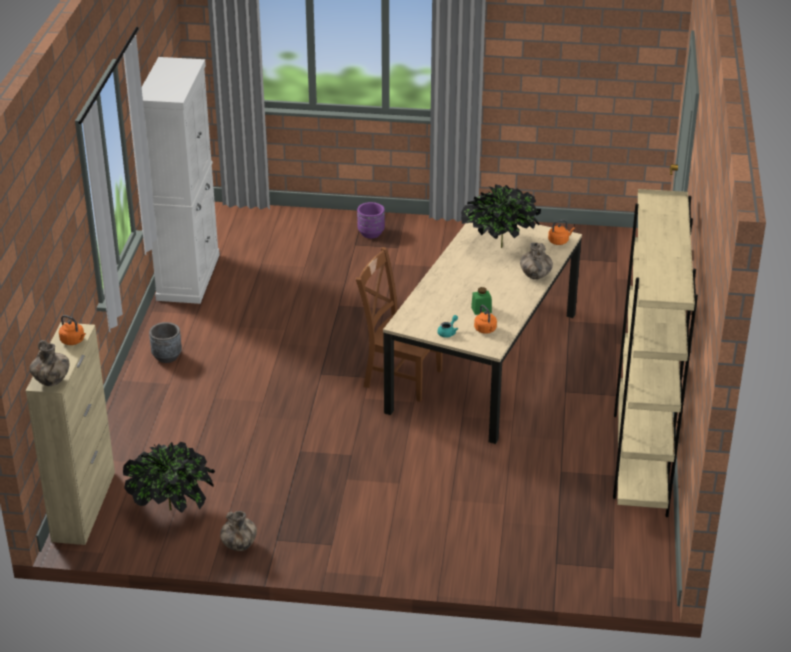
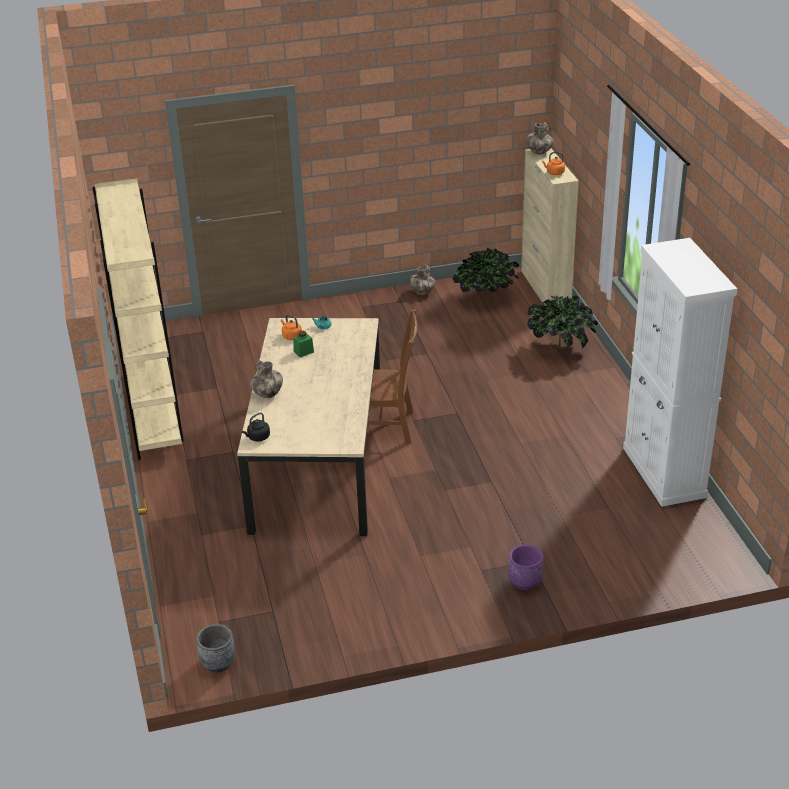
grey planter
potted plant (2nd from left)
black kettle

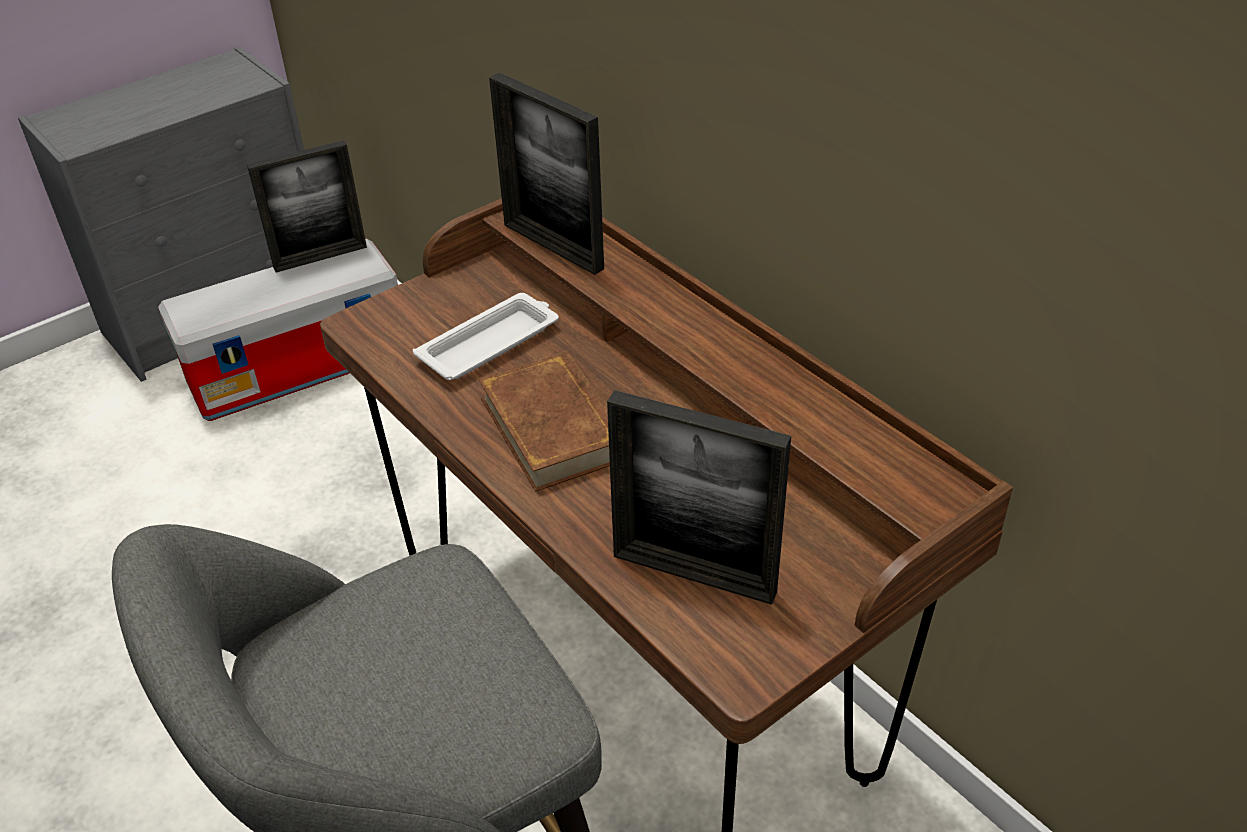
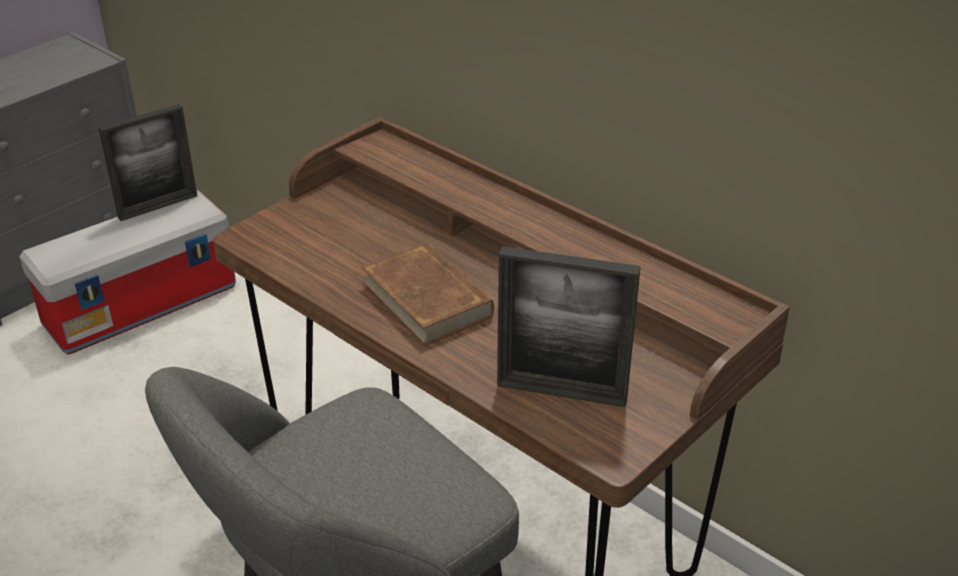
white tray
picture frame (2nd from left in the first image)

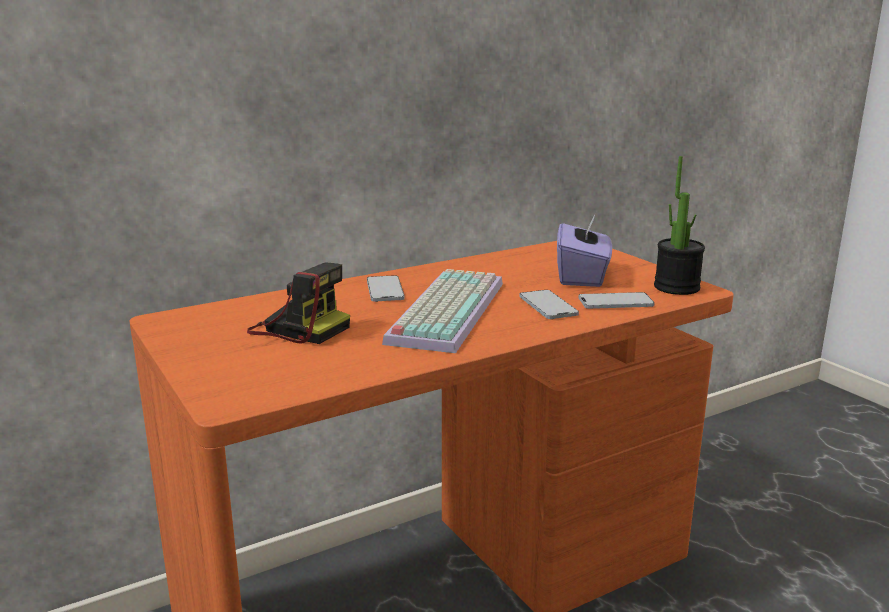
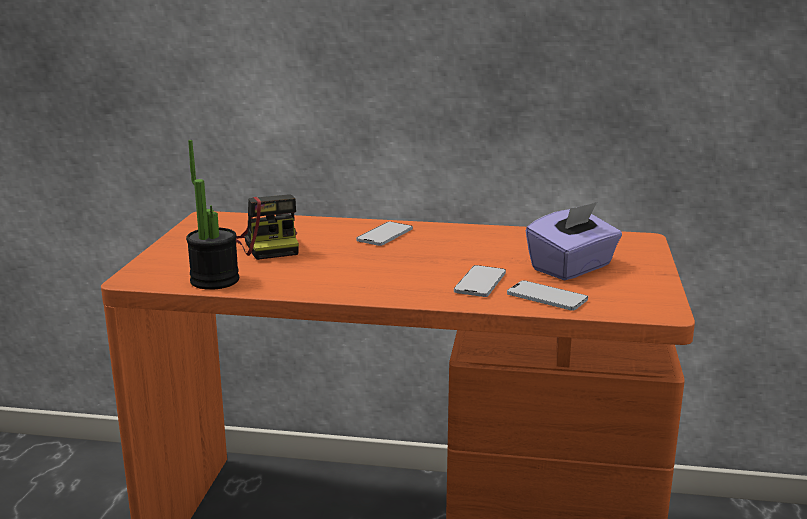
keyboard
potted plant

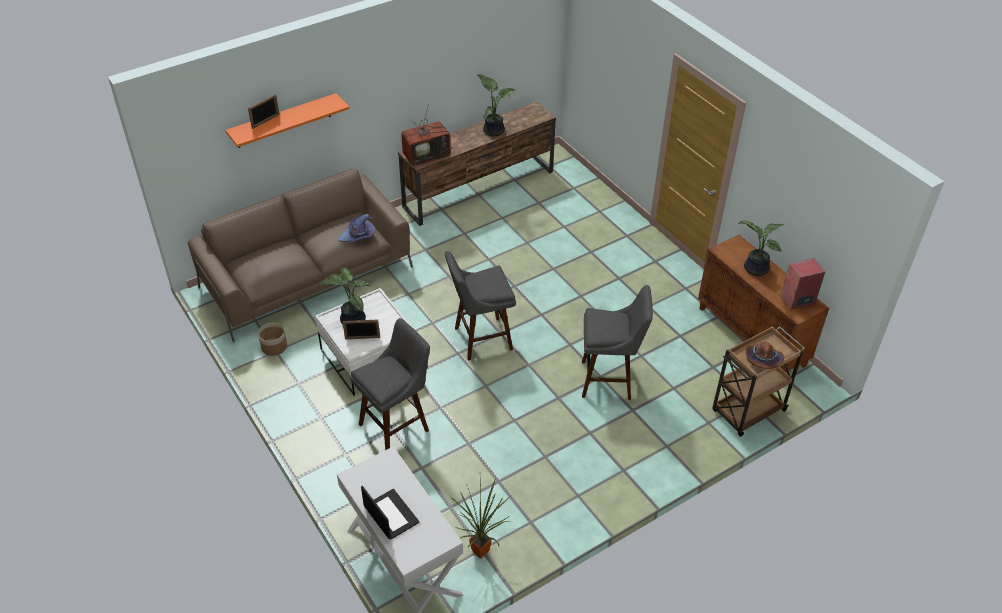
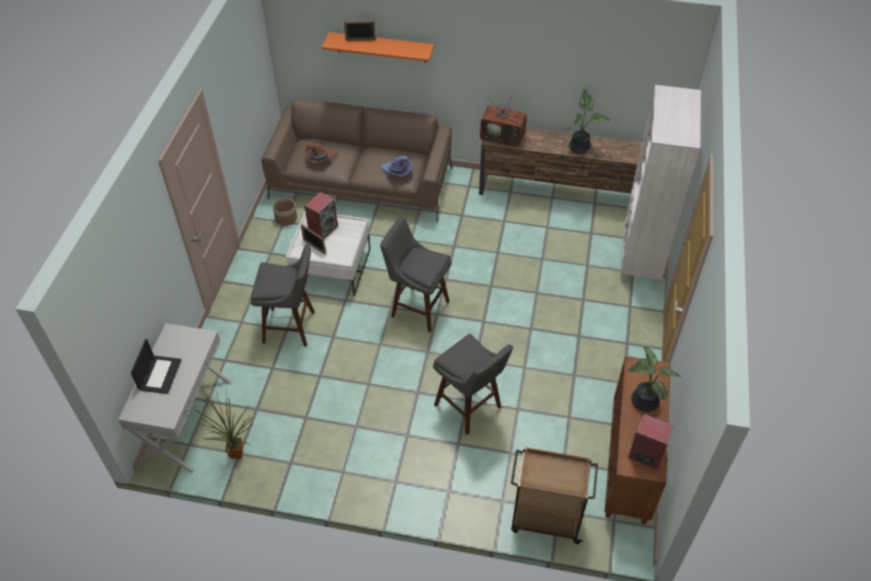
white bookcase
brown hat
speaker (1st from left)

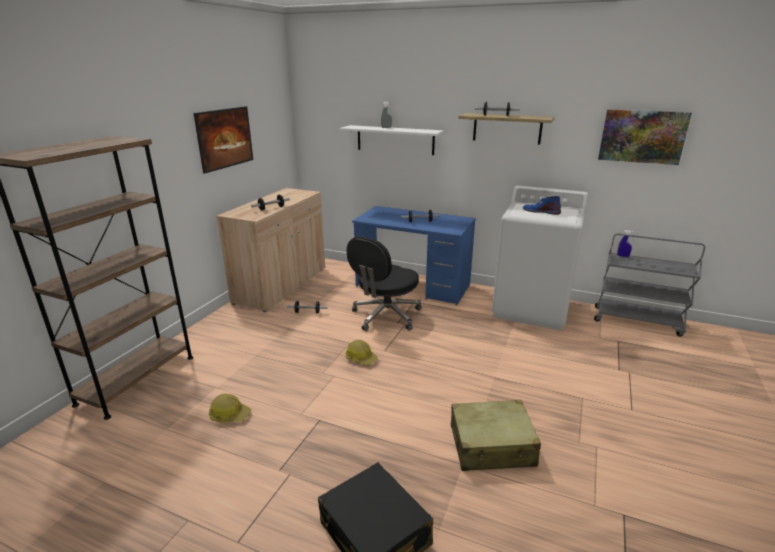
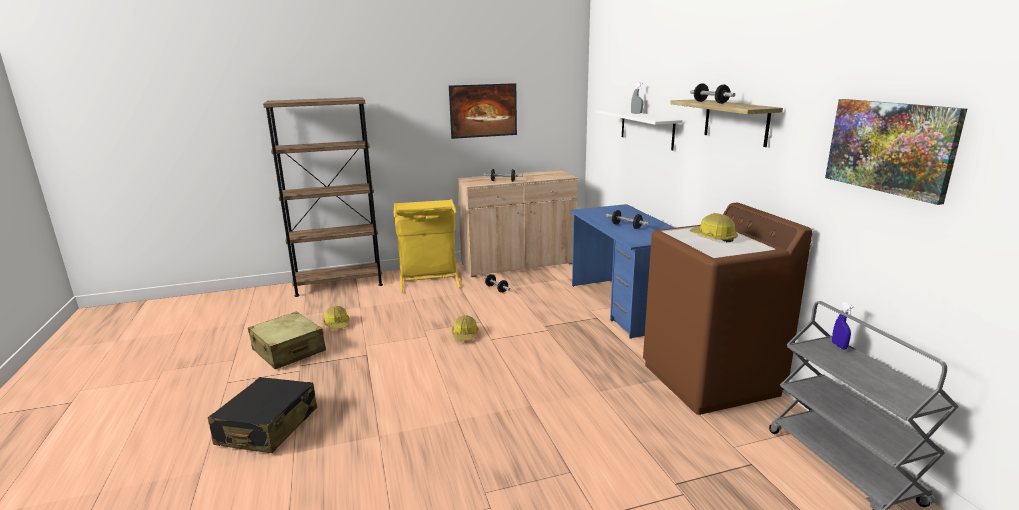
black office chair
yellow laundry basket
beige suitcase
hard hat (3rd from left)
brown washing machine

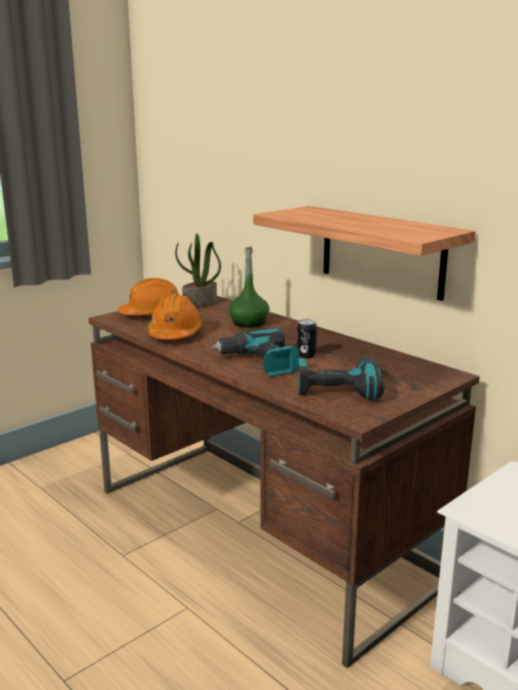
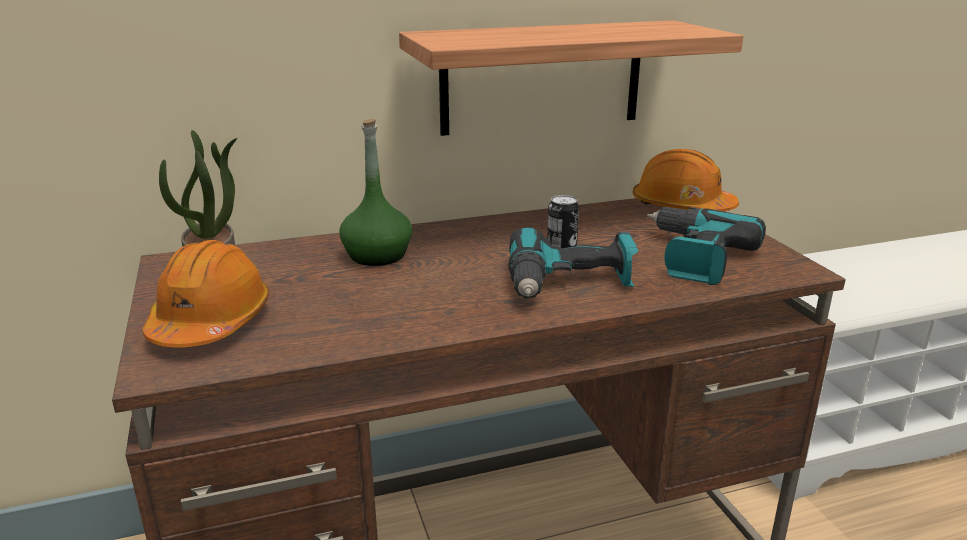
orange hard hat (2nd from left)

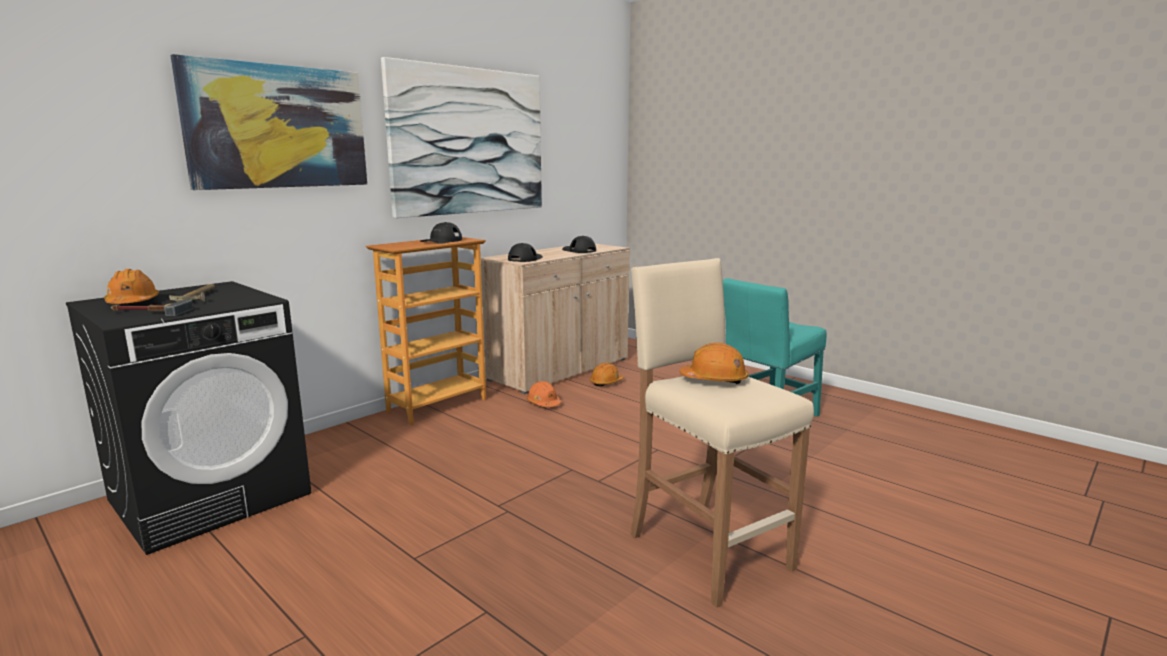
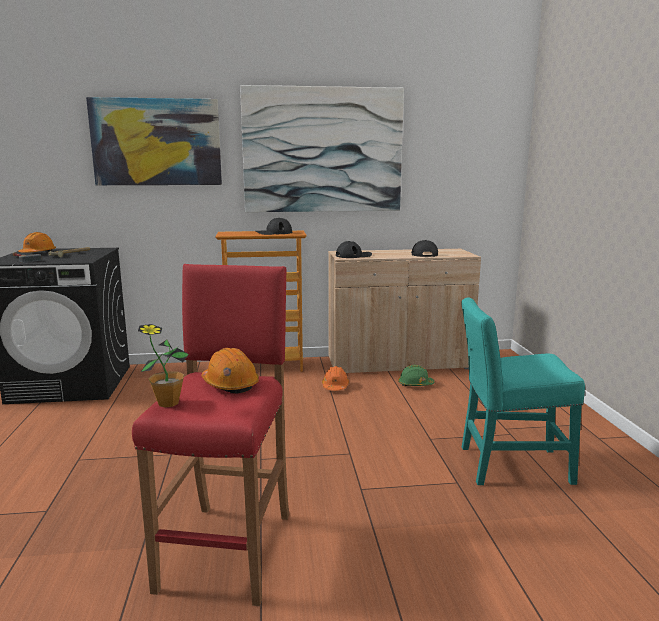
potted plant
green hard hat
red stool

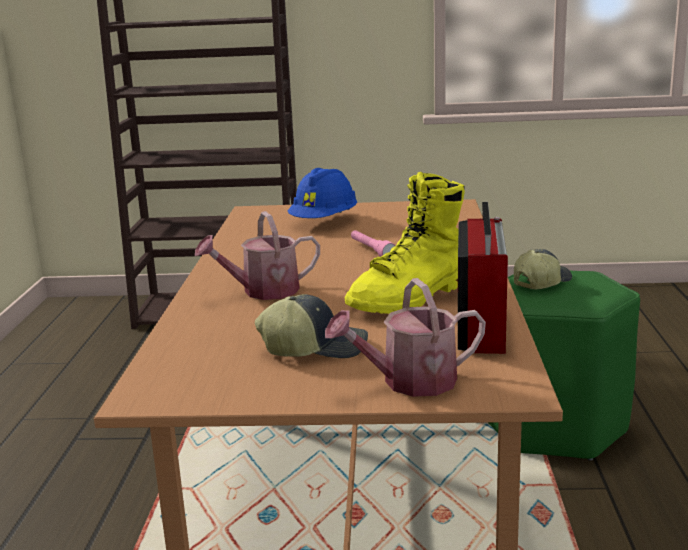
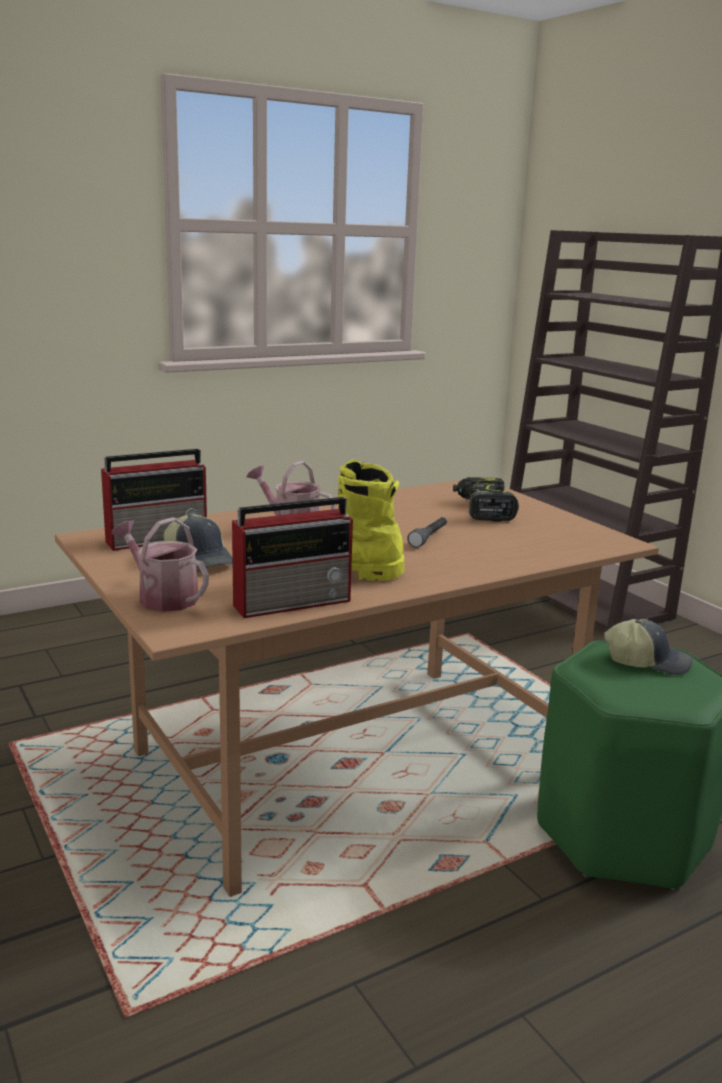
radio (1st from left)
power drill
grey flashlight

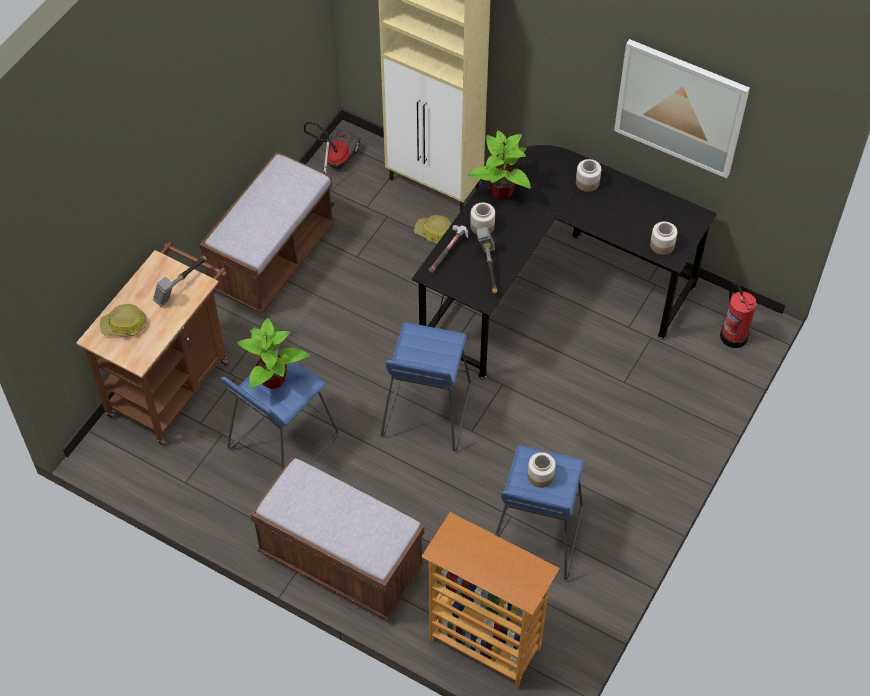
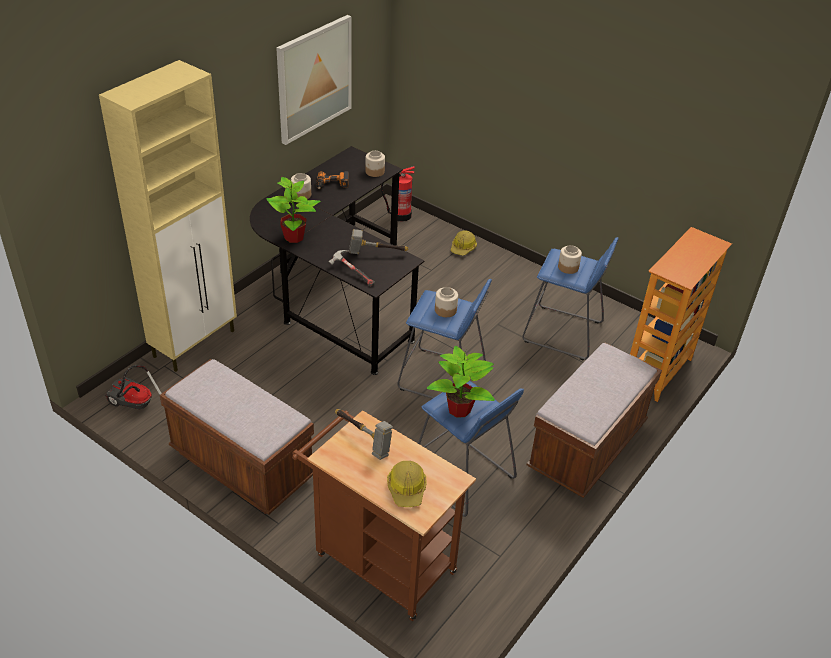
power drill
hard hat (2nd from left)
jar (3rd from left)

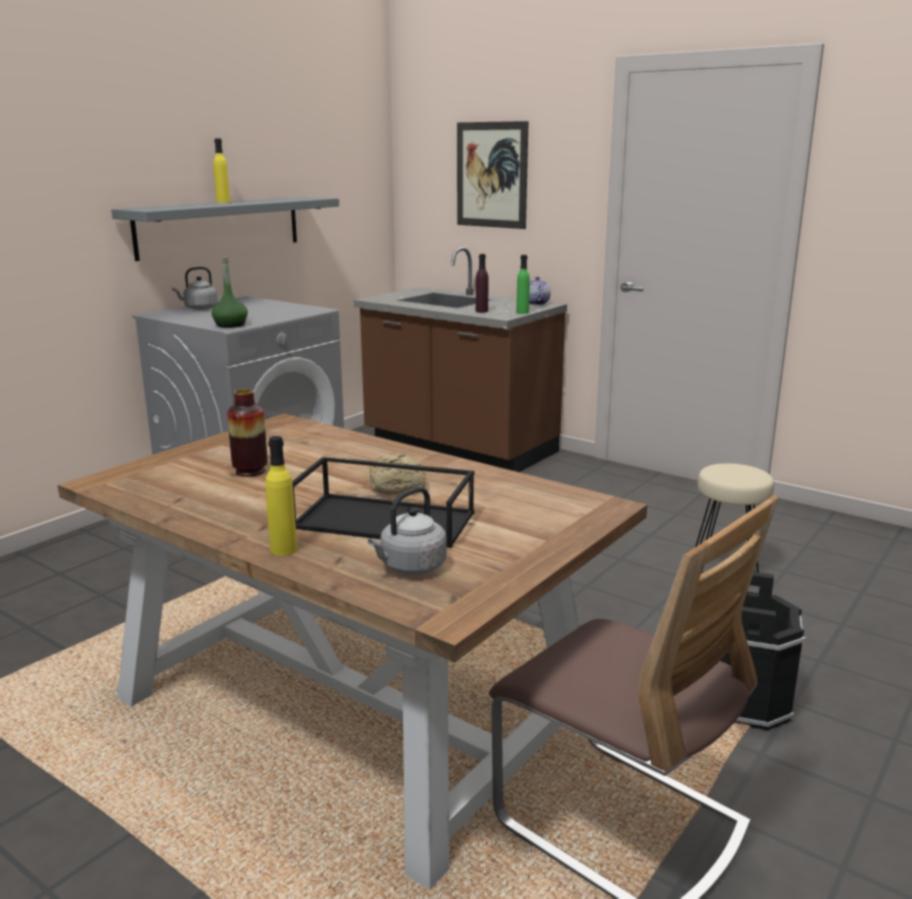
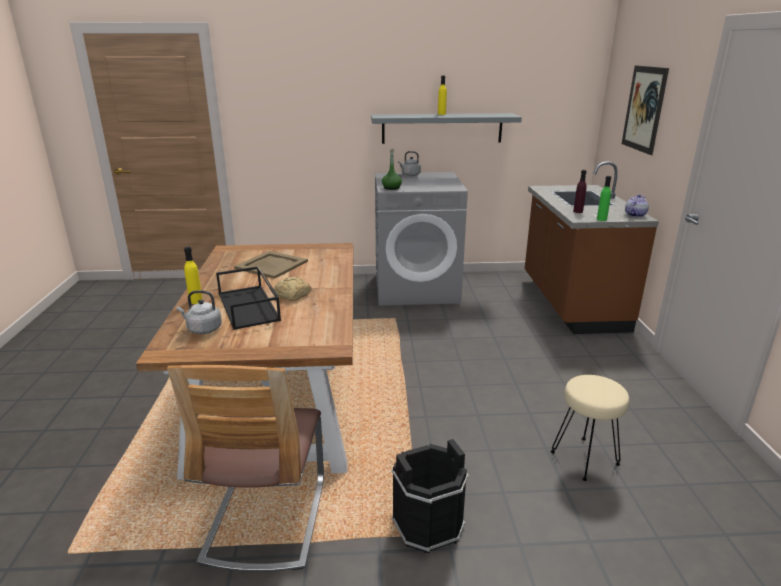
beige tray

